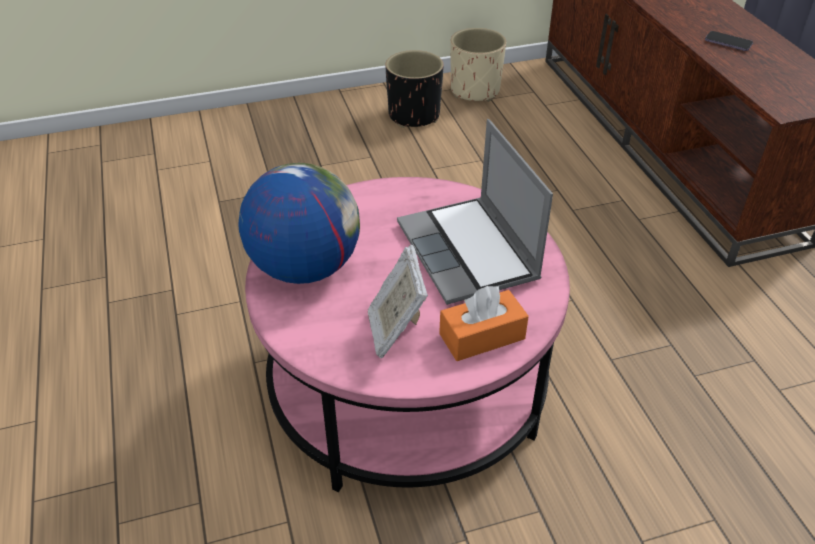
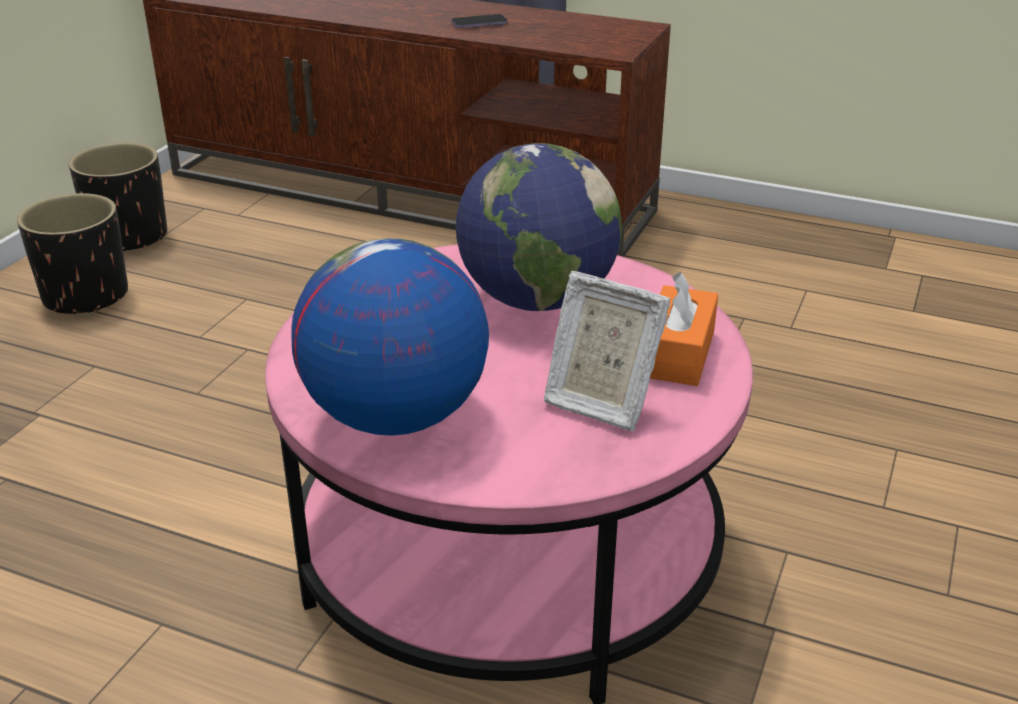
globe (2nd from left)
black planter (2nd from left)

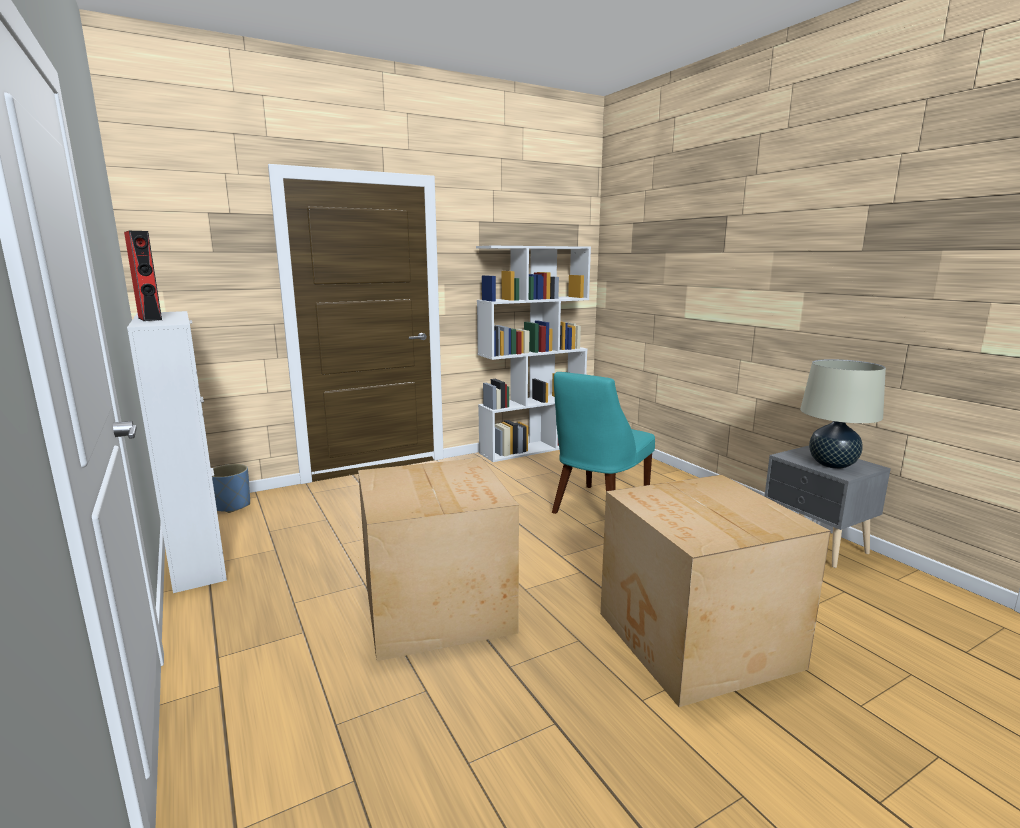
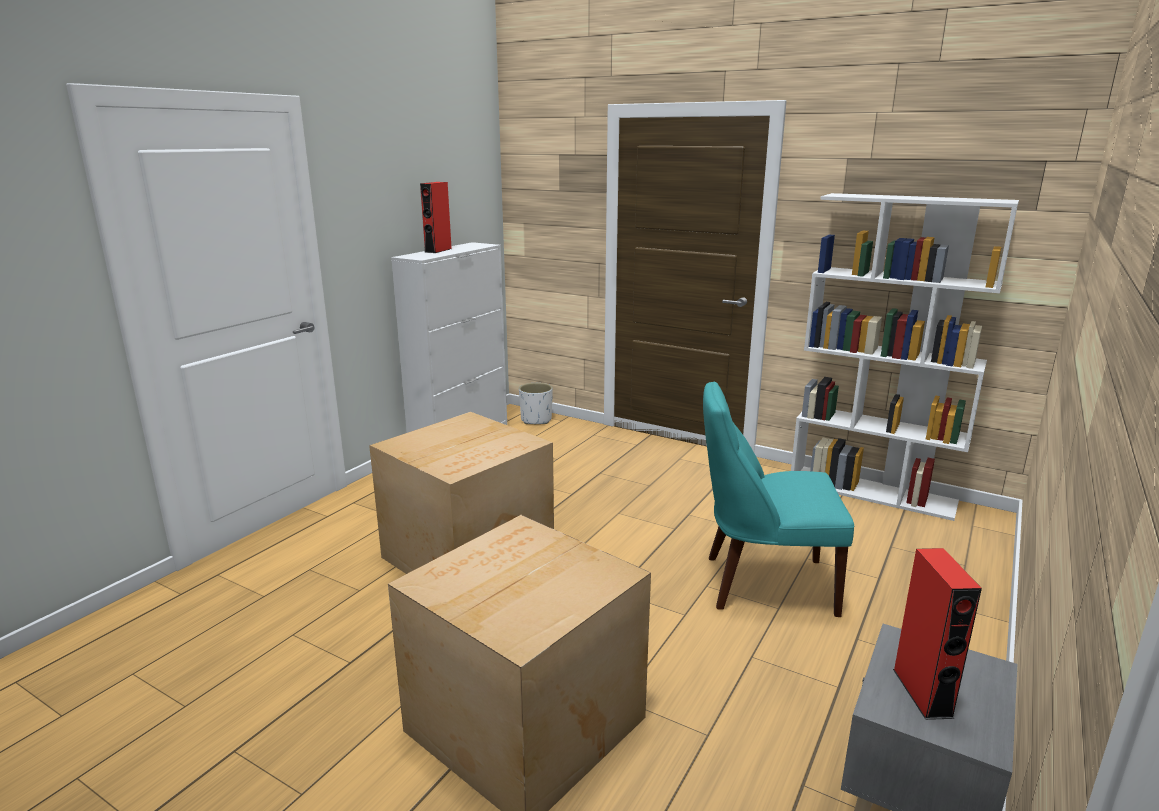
red speaker (2nd from left)
white planter

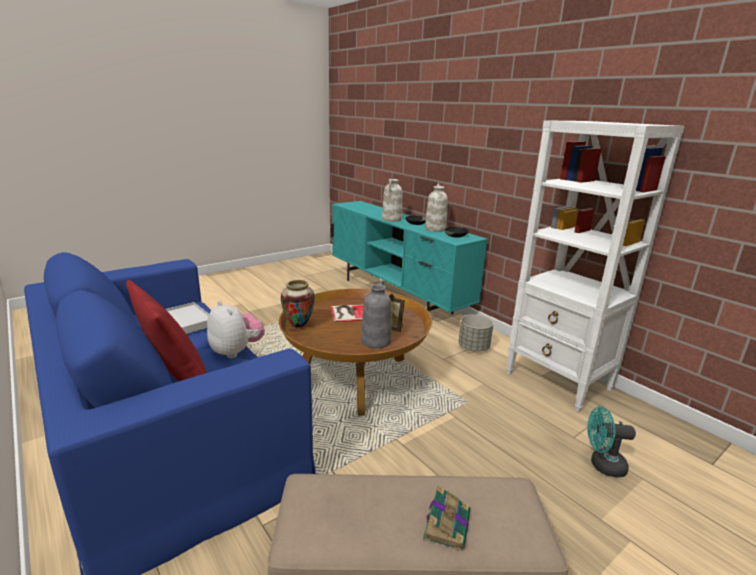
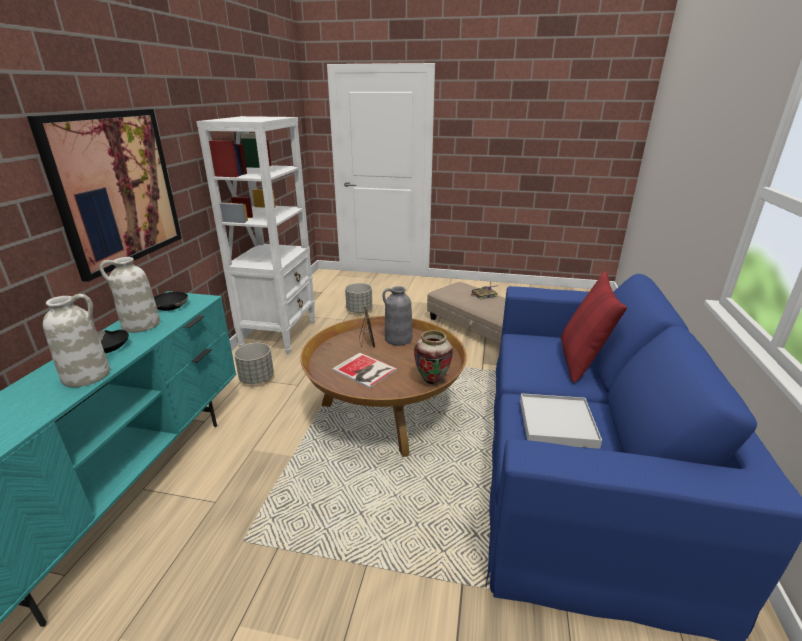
plush toy
picture
grey planter (2nd from left)

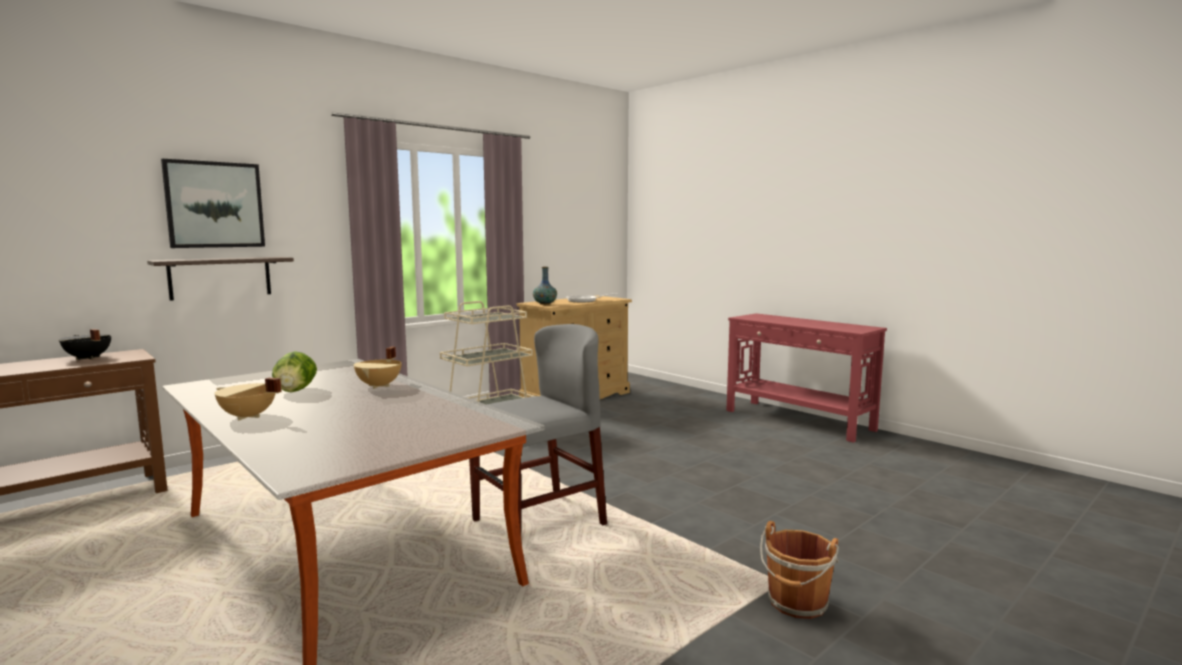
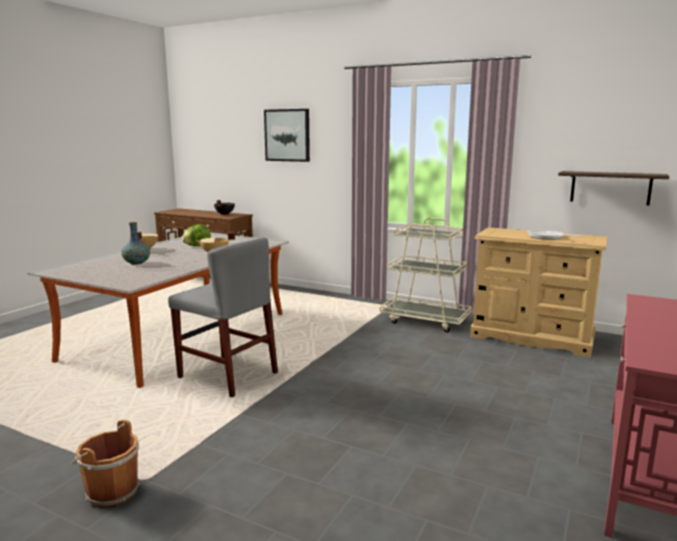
shelf
vase

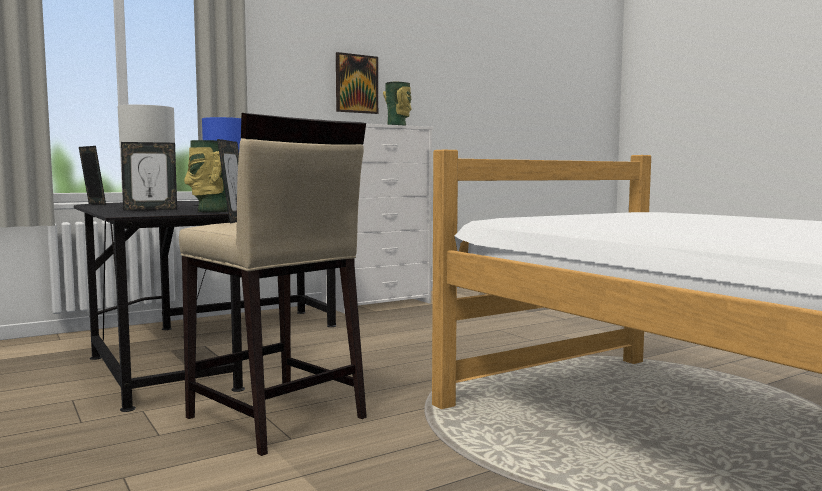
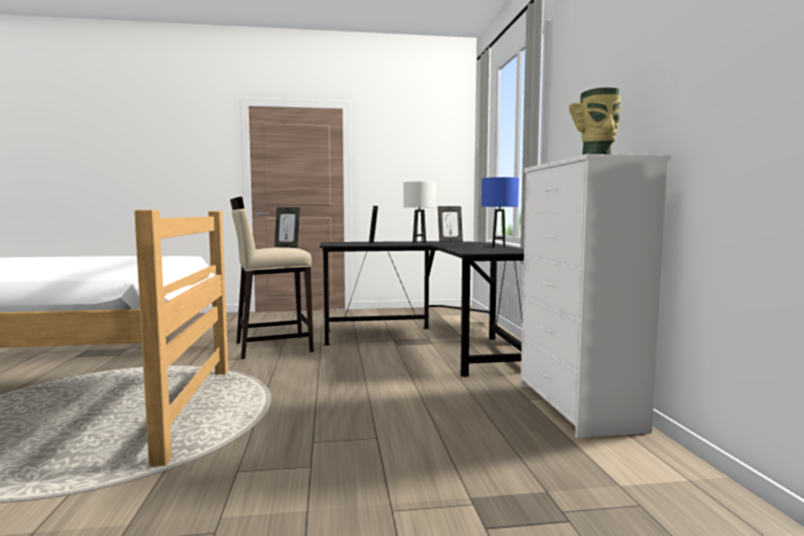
vase (1st from left in the first image)
picture

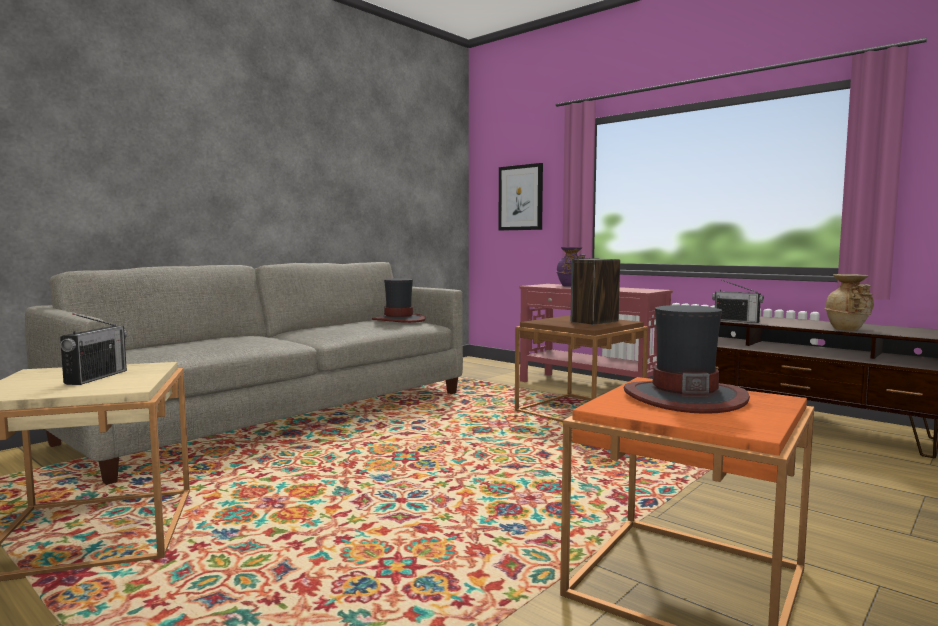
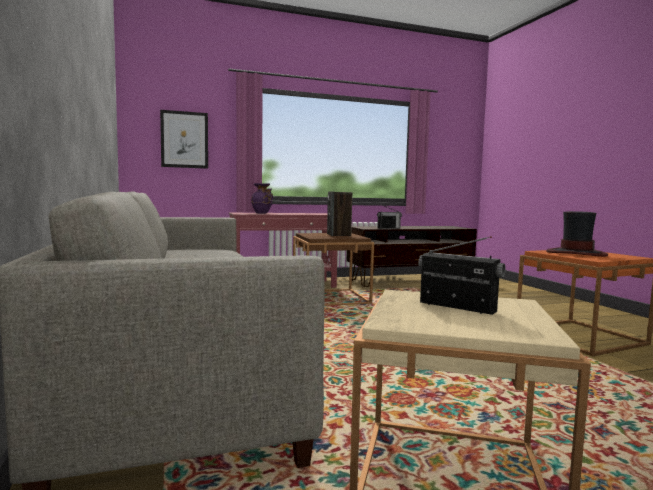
hat (1st from left in the first image)
beige vase

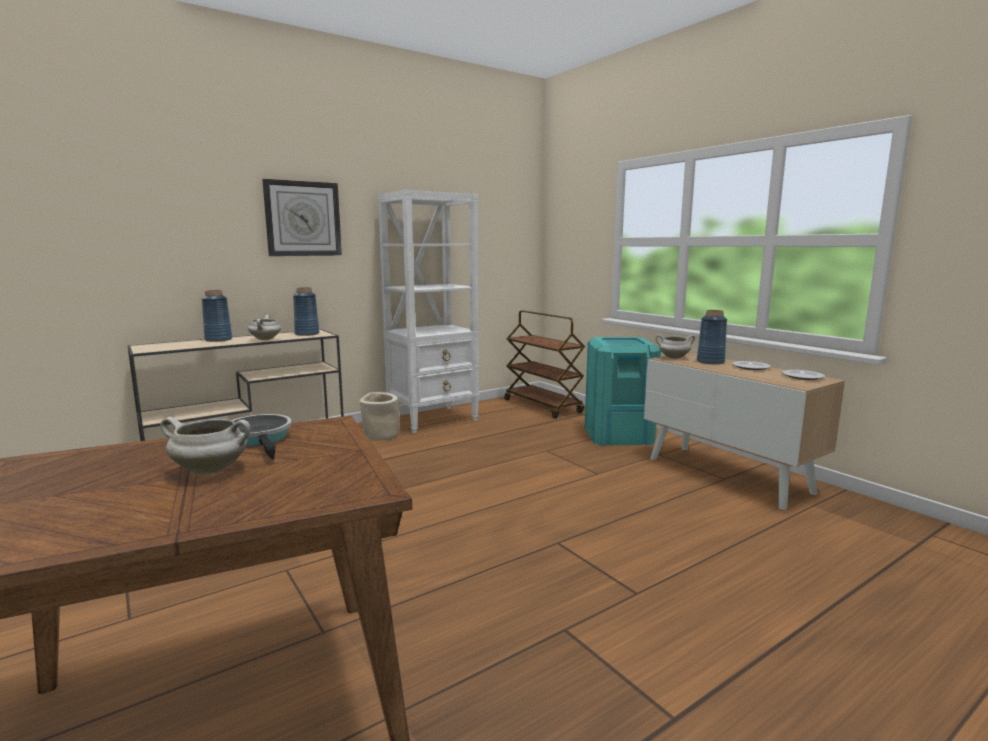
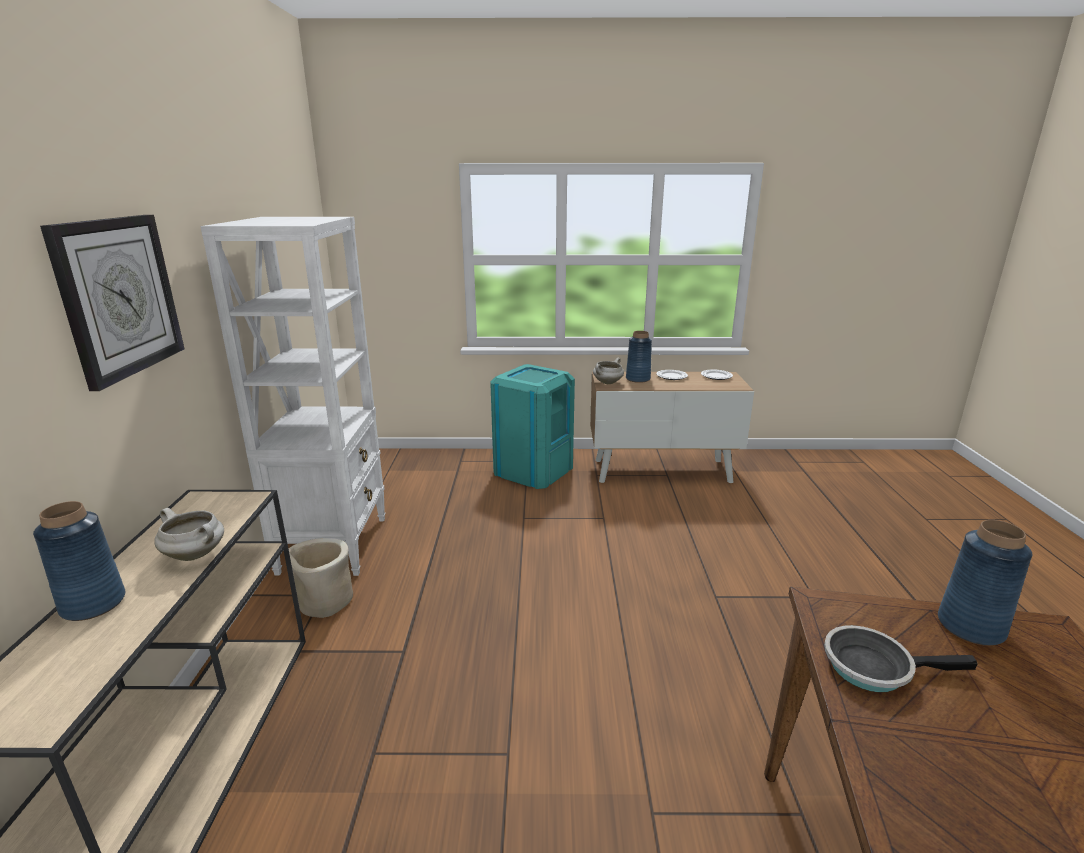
white cooking pot (1st from left in the first image)
brown cart
blue vase (3rd from left)

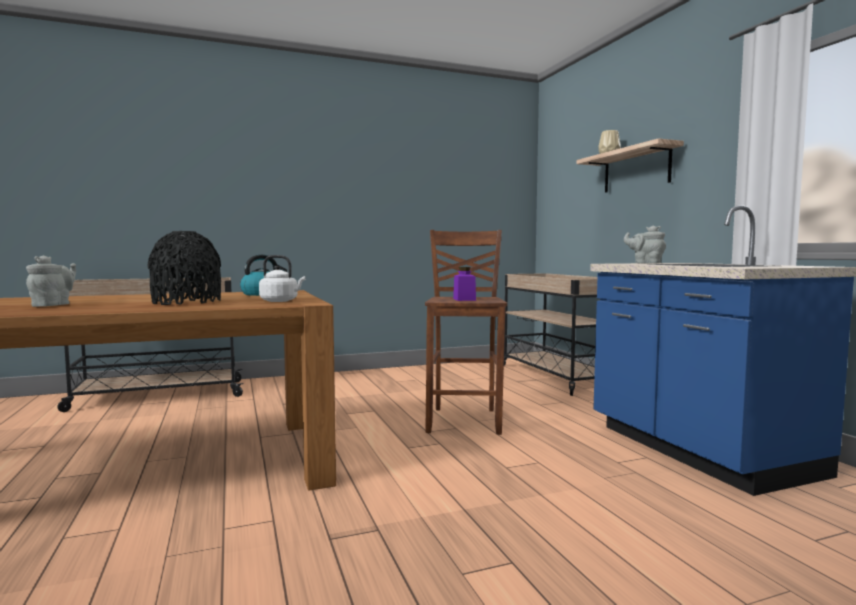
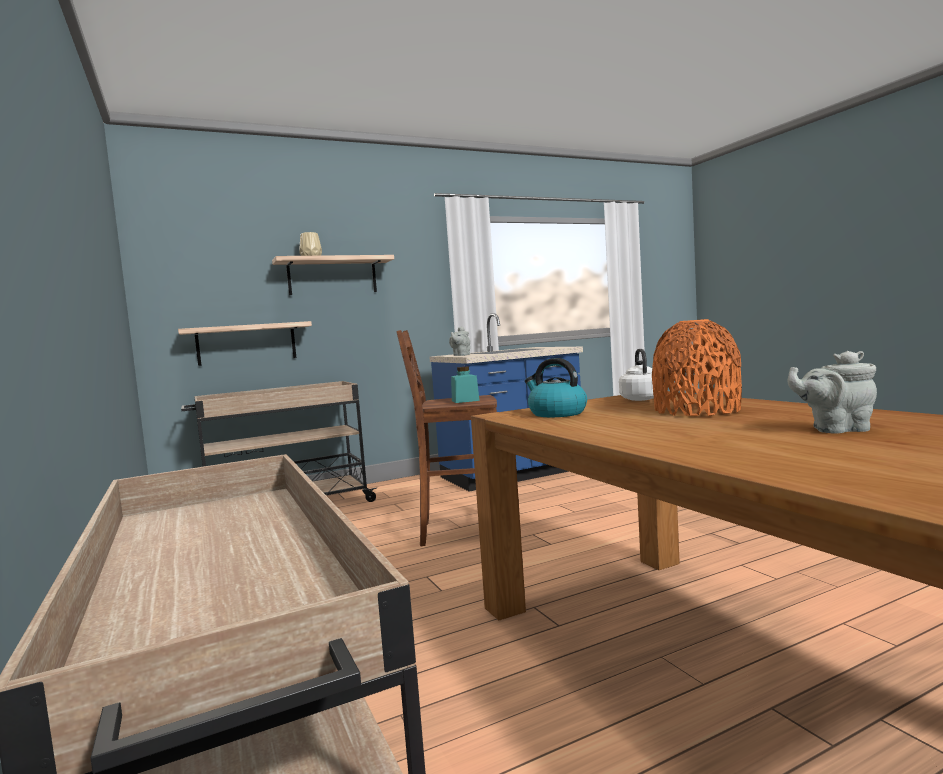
shelf (1st from left)
orange vase
turquoise jar

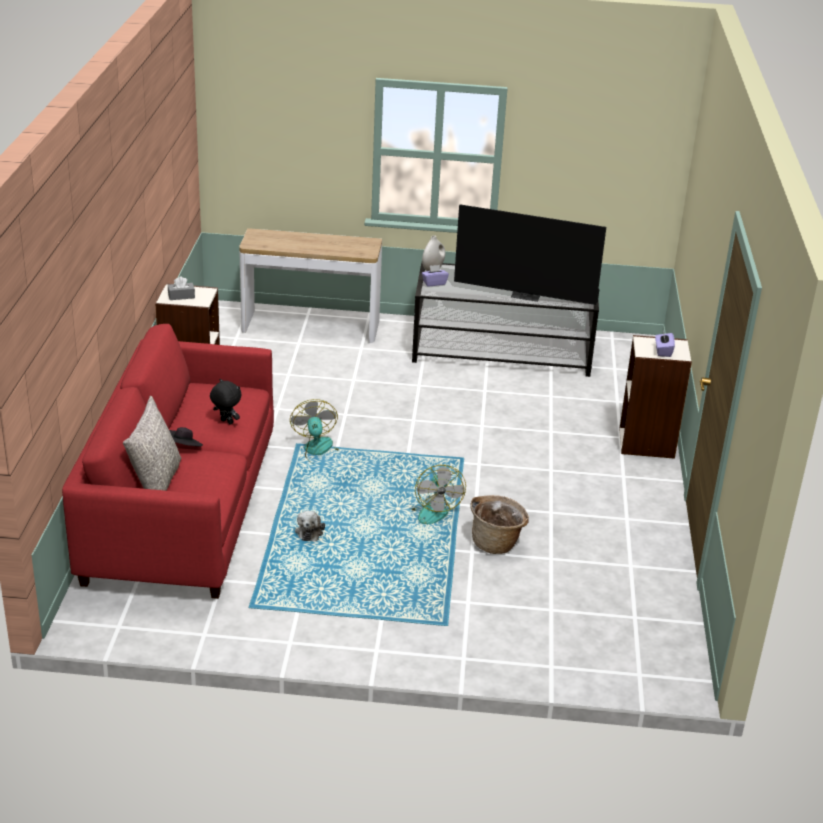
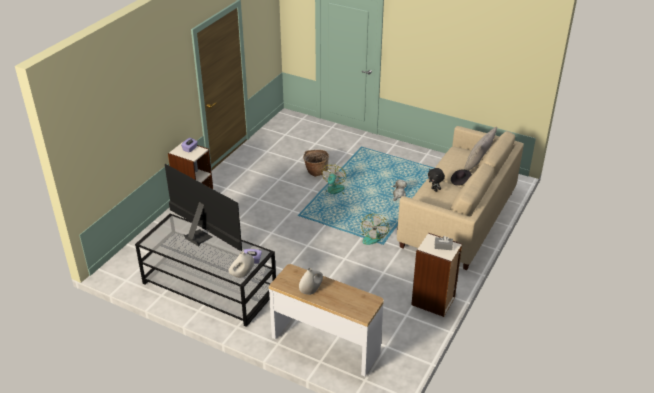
white vase (2nd from left)
beige sofa

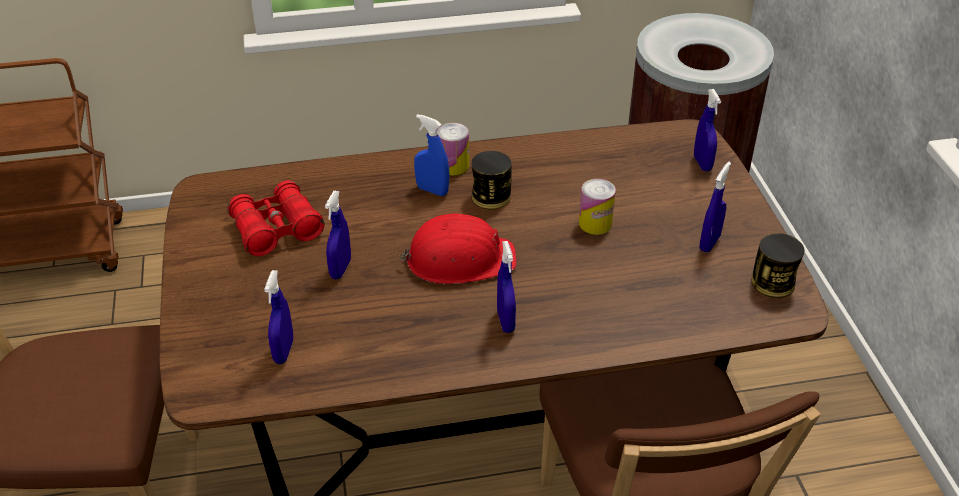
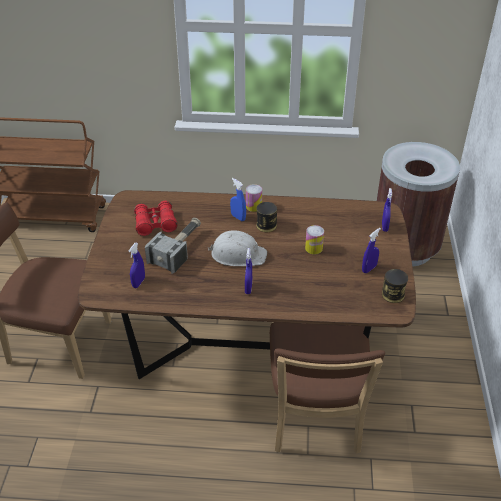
hammer
white hard hat

